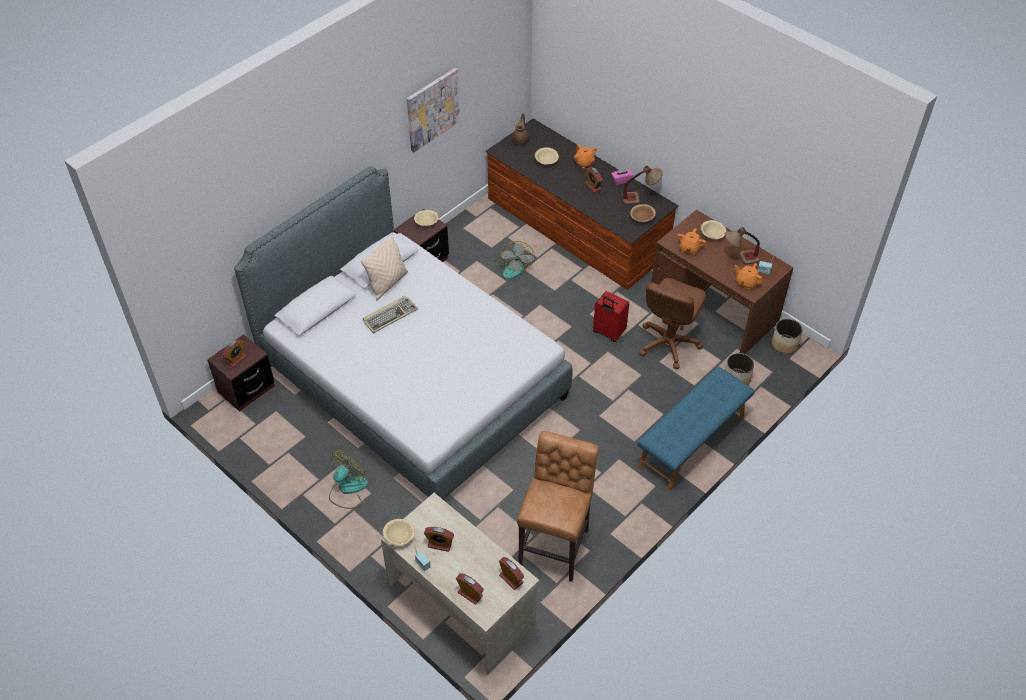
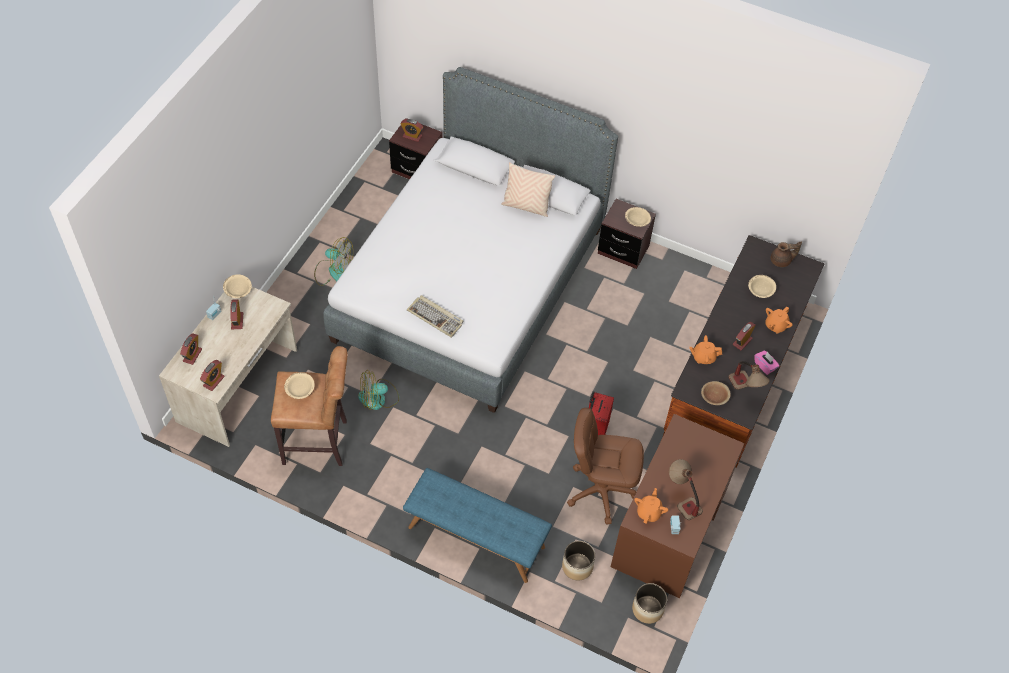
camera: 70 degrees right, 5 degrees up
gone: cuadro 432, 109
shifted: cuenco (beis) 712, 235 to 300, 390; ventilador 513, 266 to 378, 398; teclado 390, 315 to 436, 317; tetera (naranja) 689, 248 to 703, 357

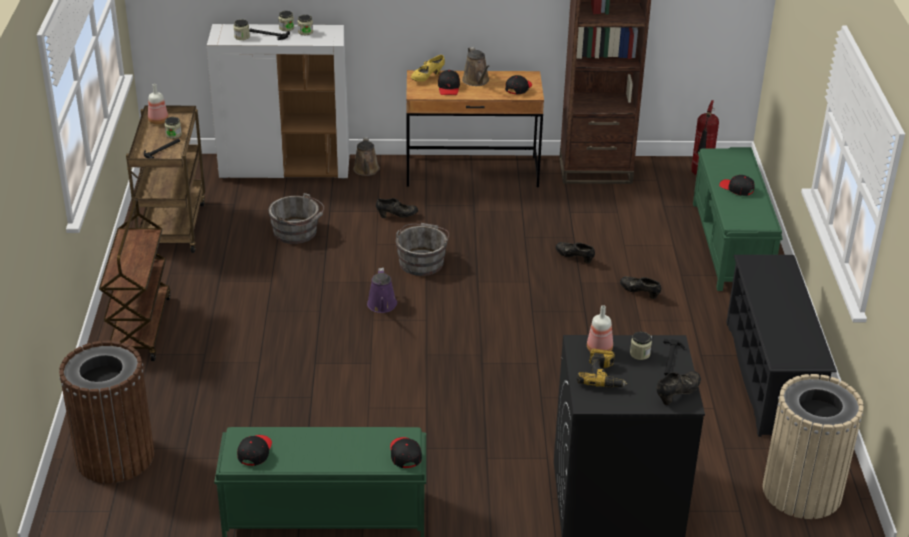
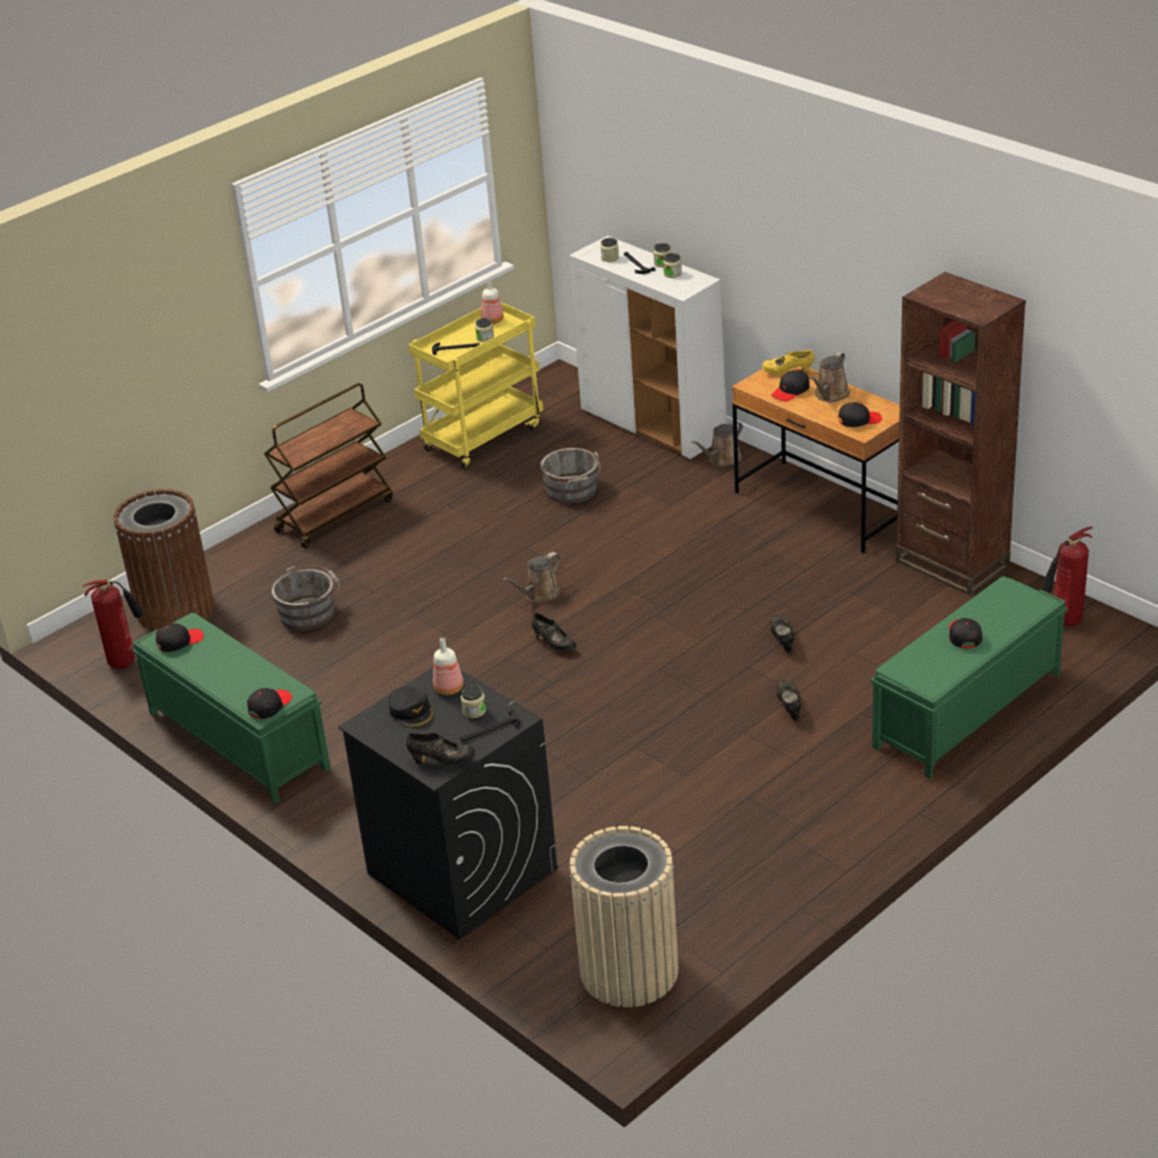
camera: 50 degrees right, 0 degrees up
gone: zapatero (negro) 770, 376
new: extintor 125, 662
shifted: cubo (gris) 422, 261 to 310, 613; zapato (negro) 397, 216 to 554, 644
swapped: taladro 603, 376 to gorra (negro) 412, 711
repainted: carrito (marrón) 172, 226 to carrito (amarillo) 483, 437; regadera (morado) 382, 306 to regadera (marrón) 539, 594

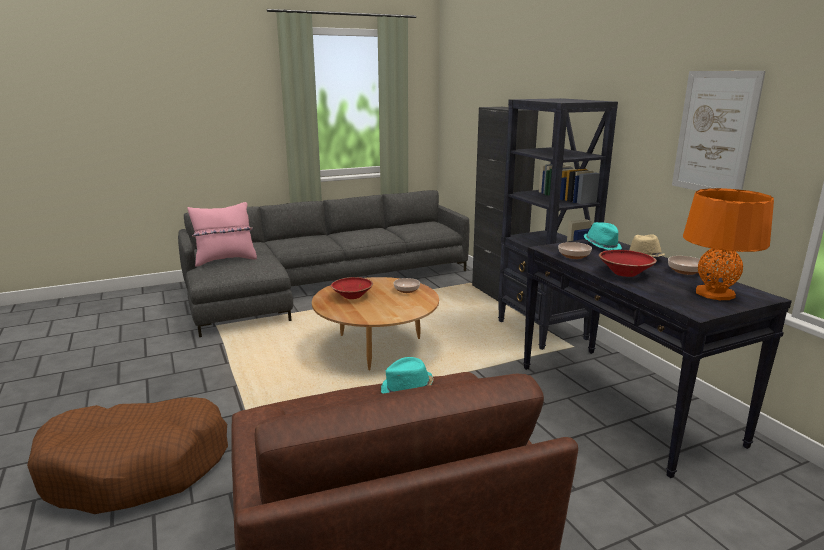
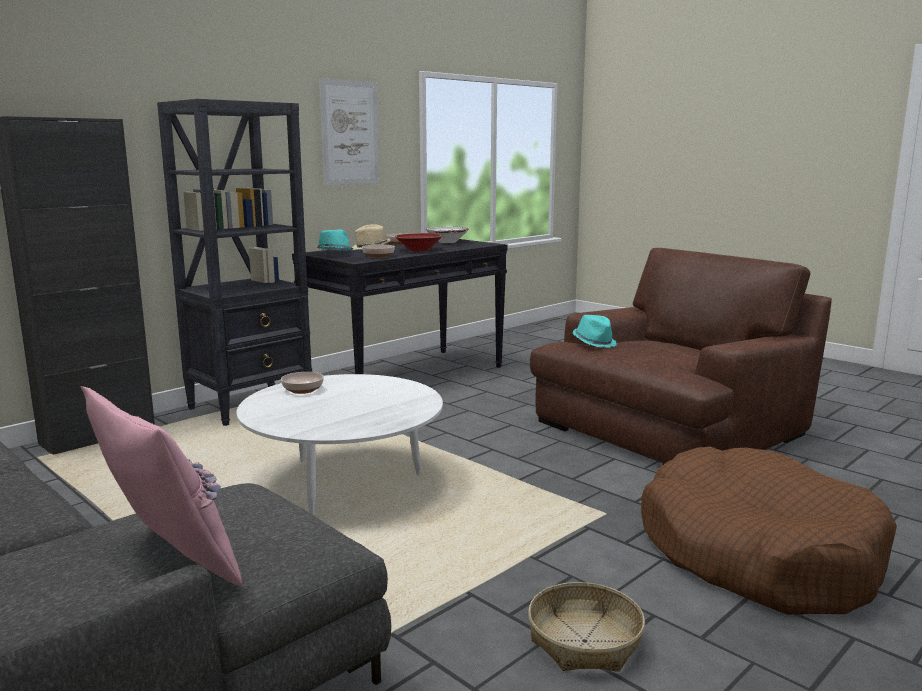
camera: 110 degrees left, 5 degrees down
gone: cuenco (rojo) 352, 296
new: cesta 585, 641
swapped: lámpara de mesa (naranja) 715, 293 to cuenco (blanco) 447, 242
repainted: mesa de centro (marrón) 377, 348 to mesa de centro (blanco) 344, 484

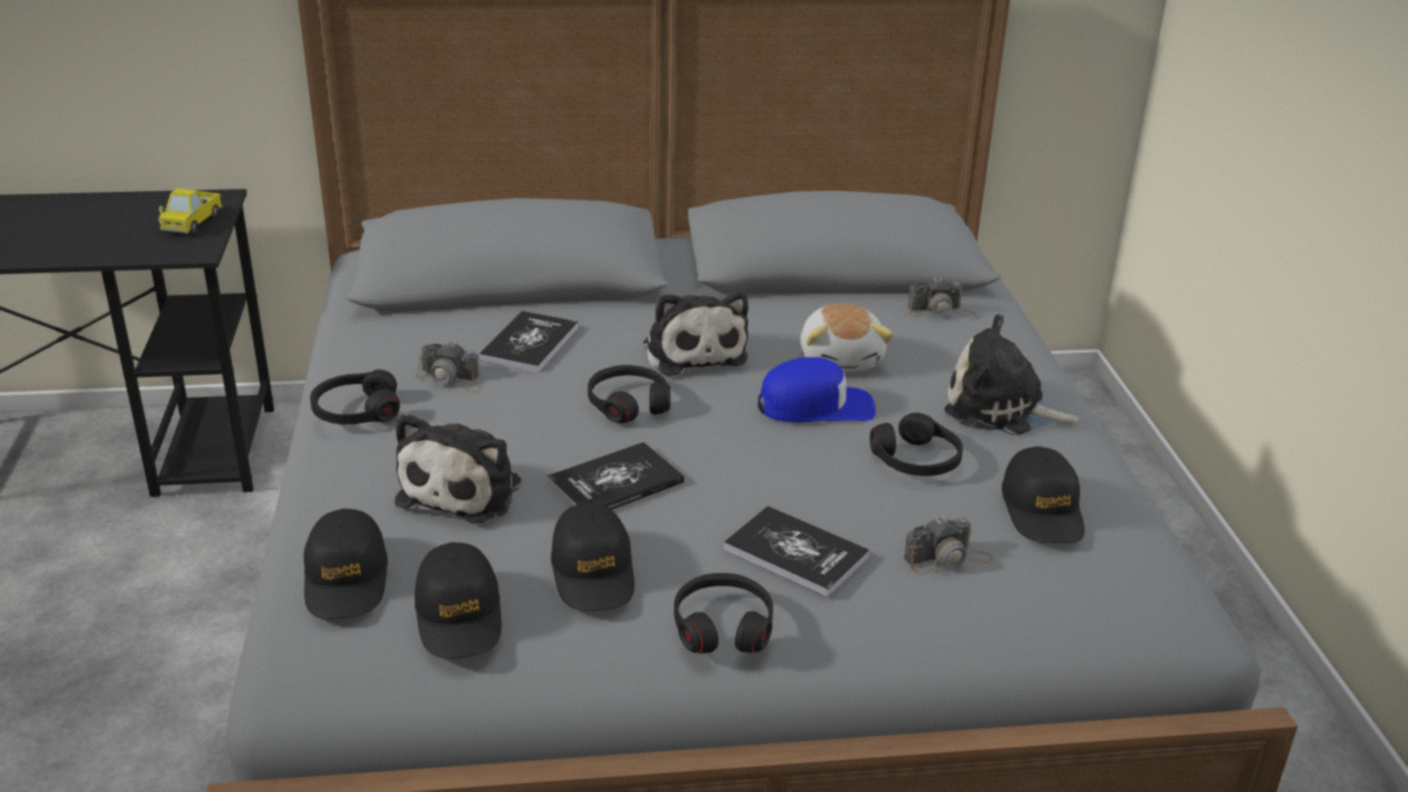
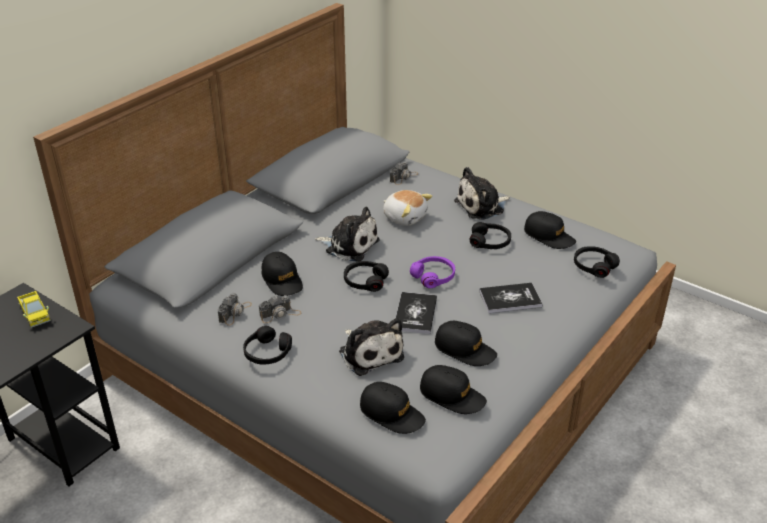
camera: 45 degrees left, 5 degrees up
gone: gorra (azul) 816, 406
new: auriculares (morado) 433, 276
shifted: cámara 948, 558 to 235, 312; auriculares (negro) 723, 626 to 594, 266
swapped: libro 529, 344 to gorra (negro) 282, 280

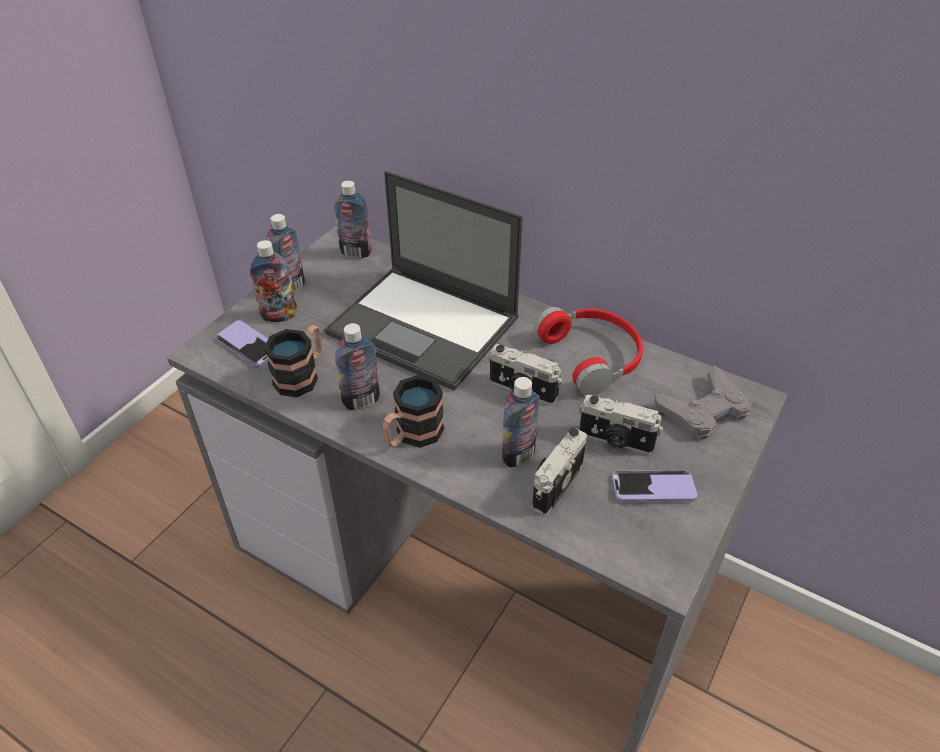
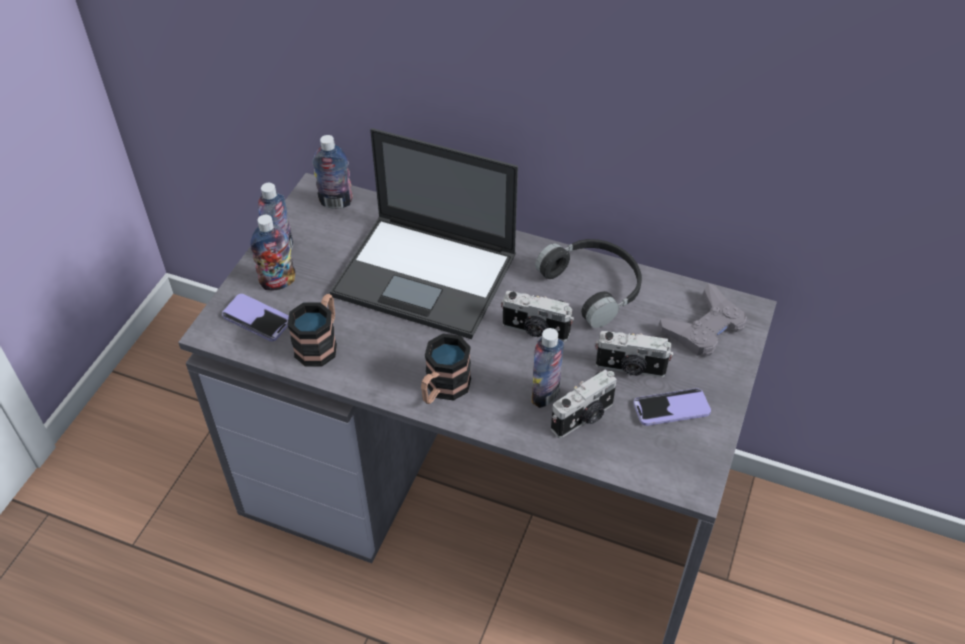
camera: 10 degrees left, 5 degrees up
gone: botella 361, 400
repainted: auriculares (rojo) 593, 356 to auriculares (negro) 594, 286
rotated: cámara 555, 484 = 584, 417 150 degrees counterclockwise

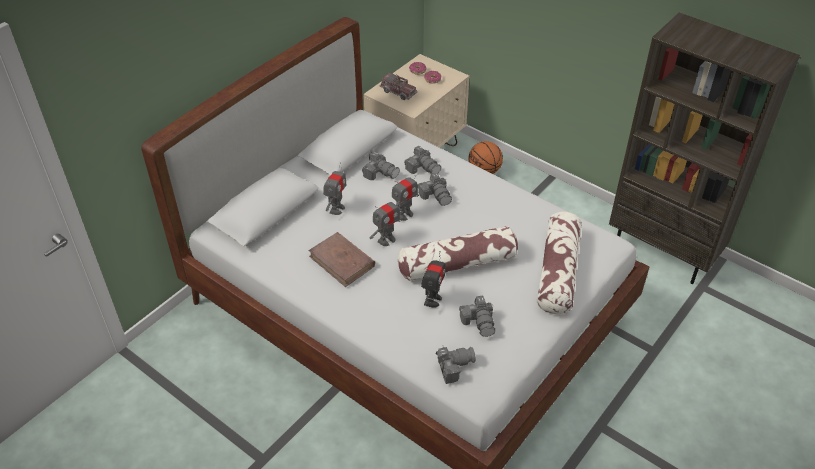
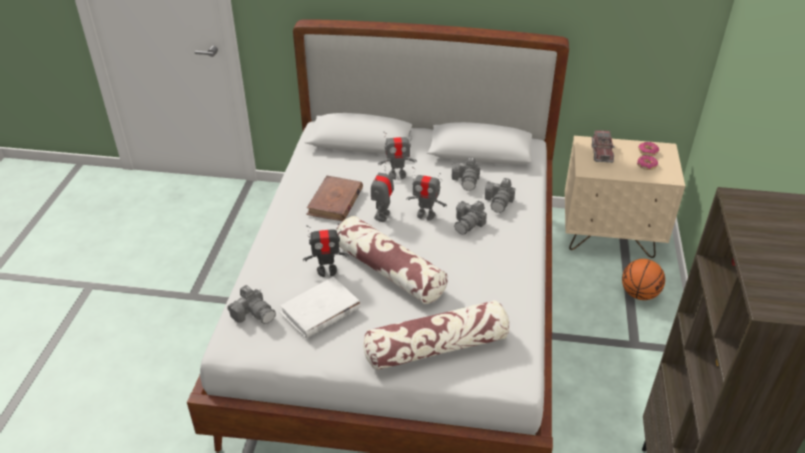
camera: 60 degrees right, 5 degrees down
swapped: cámara 479, 322 to libro (blanco) 320, 311
rotated: robot de juguete 386, 240 = 382, 216 90 degrees clockwise

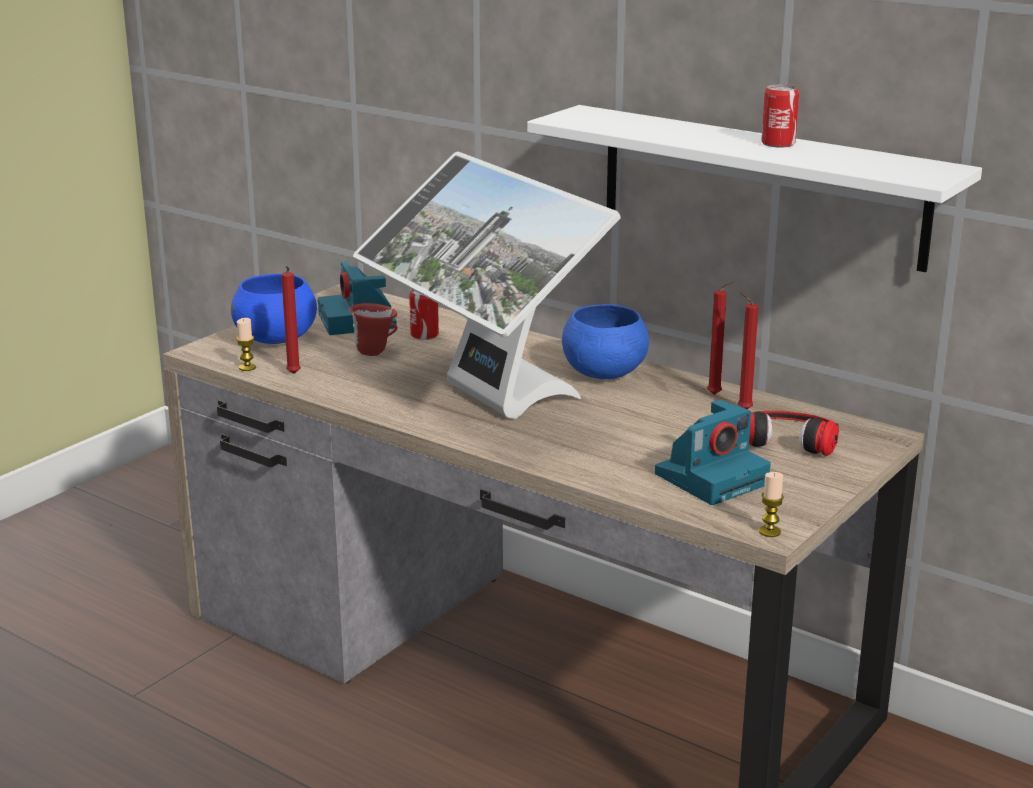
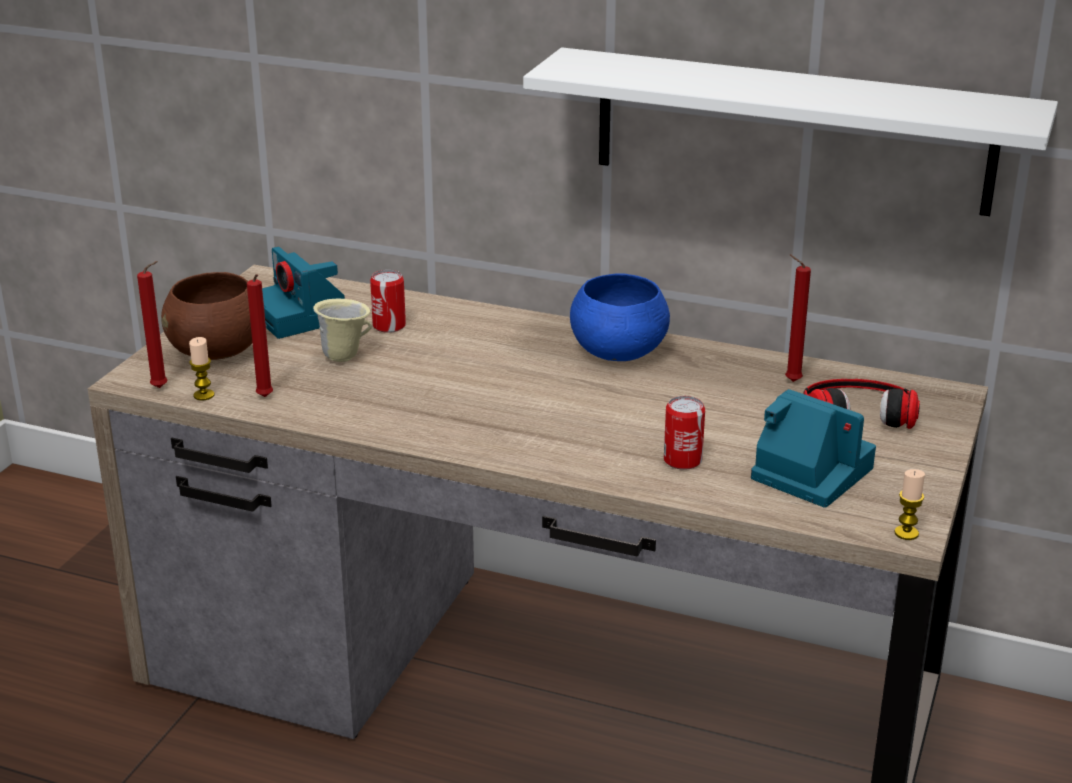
camera: 15 degrees left, 5 degrees up
gone: monitor 486, 400
shifted: vela (rojo) 716, 395 to 162, 388; lata 778, 143 to 682, 460
repainted: cuenco (azul) 276, 339 to cuenco (marrón) 218, 352; taza grande (rojo) 374, 352 to taza grande (beis) 344, 356
rotated: cámara 712, 477 = 808, 472 90 degrees counterclockwise

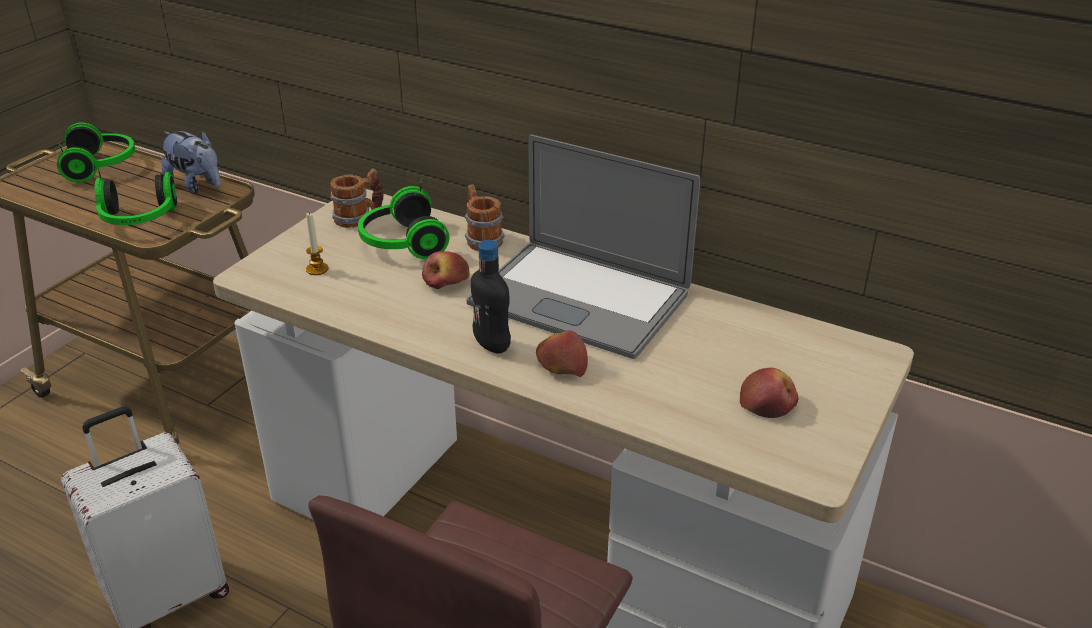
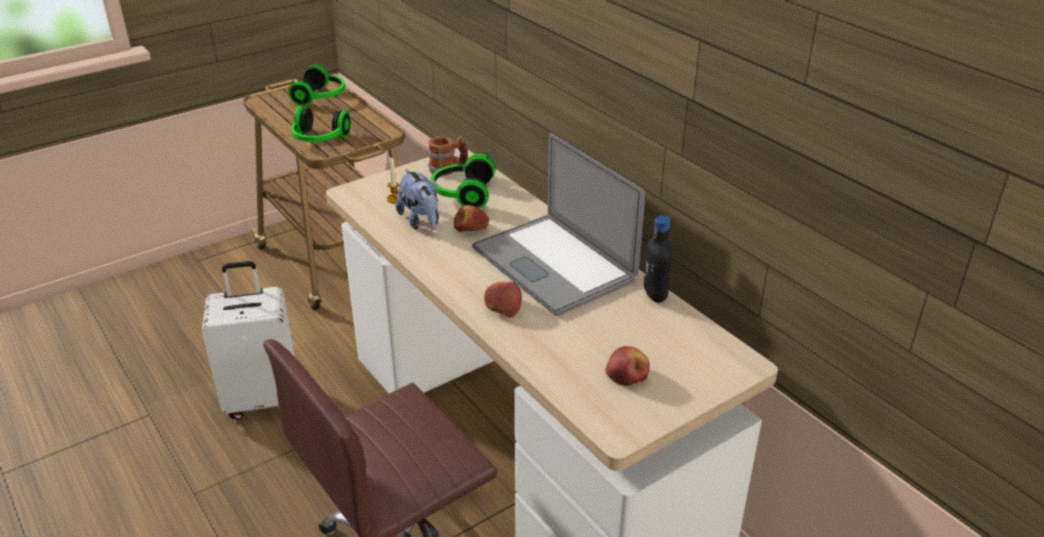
camera: 25 degrees right, 0 degrees up
gone: taza grande 481, 238
shifted: peluche 197, 185 to 421, 221; botella (negro) 492, 345 to 655, 295

